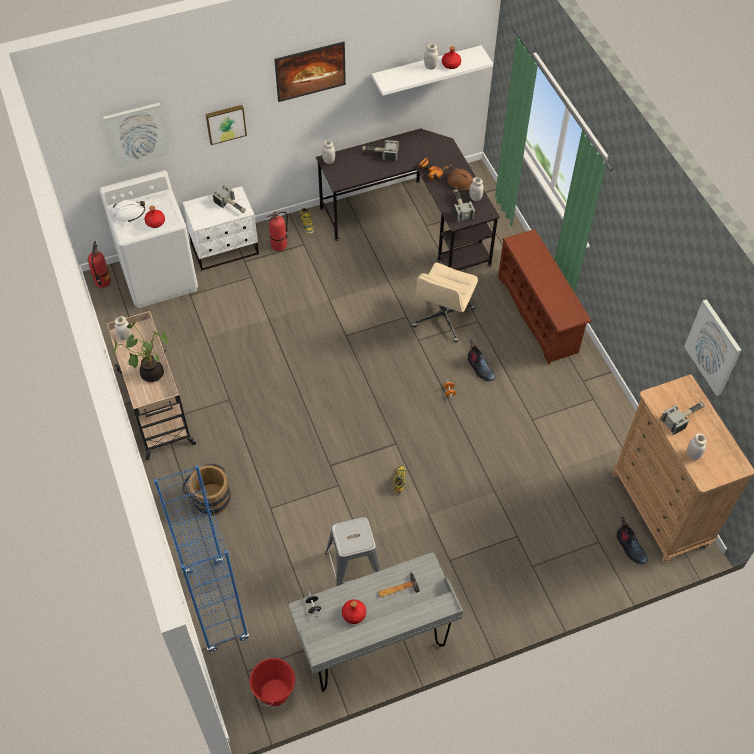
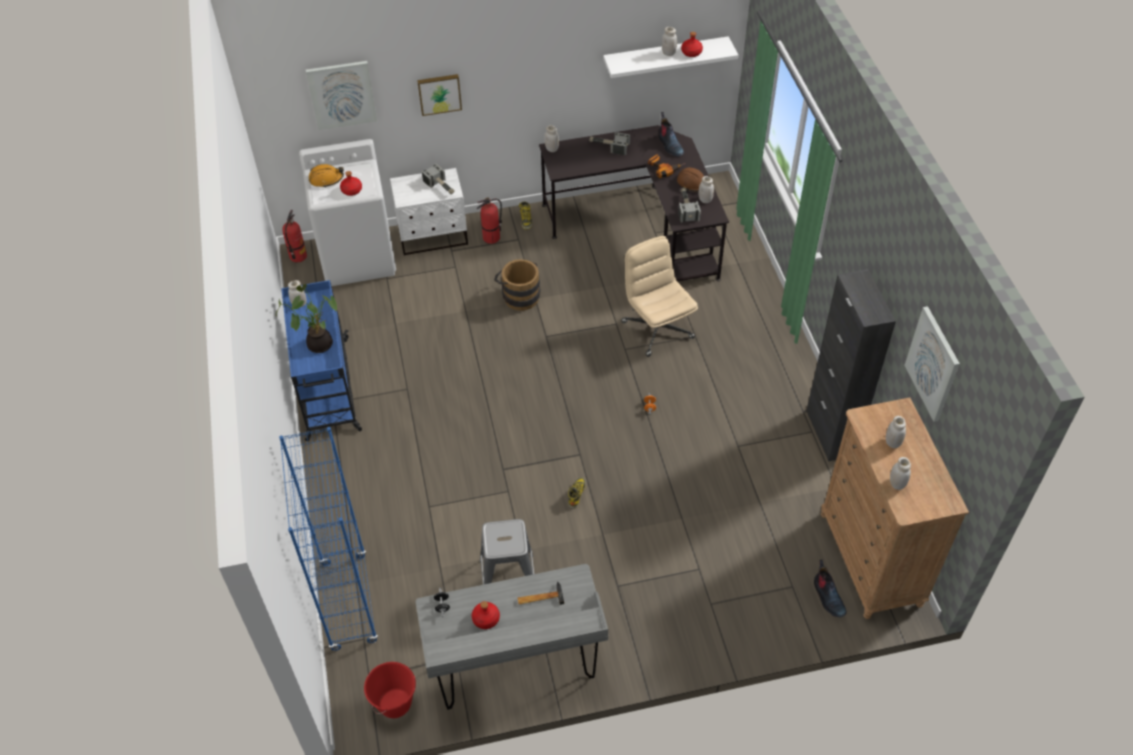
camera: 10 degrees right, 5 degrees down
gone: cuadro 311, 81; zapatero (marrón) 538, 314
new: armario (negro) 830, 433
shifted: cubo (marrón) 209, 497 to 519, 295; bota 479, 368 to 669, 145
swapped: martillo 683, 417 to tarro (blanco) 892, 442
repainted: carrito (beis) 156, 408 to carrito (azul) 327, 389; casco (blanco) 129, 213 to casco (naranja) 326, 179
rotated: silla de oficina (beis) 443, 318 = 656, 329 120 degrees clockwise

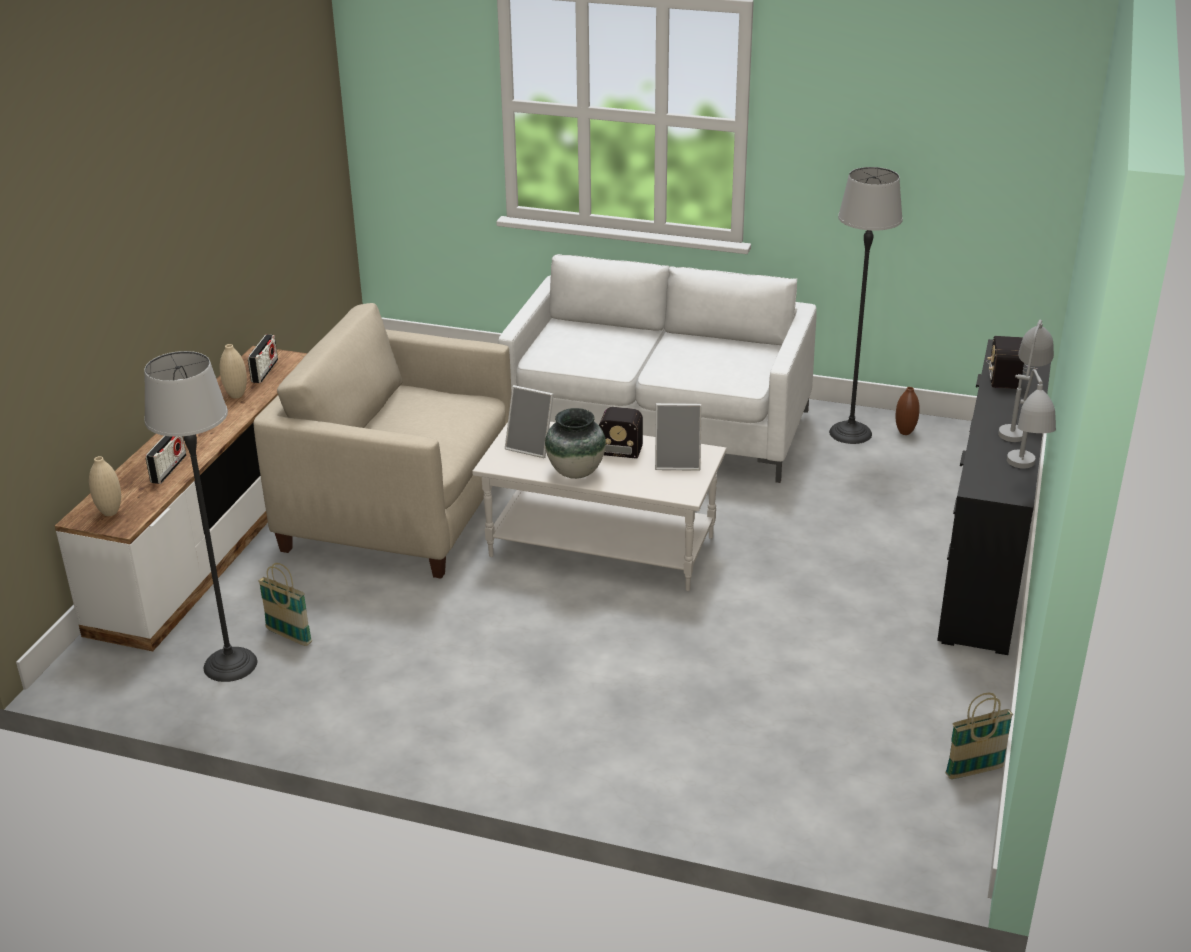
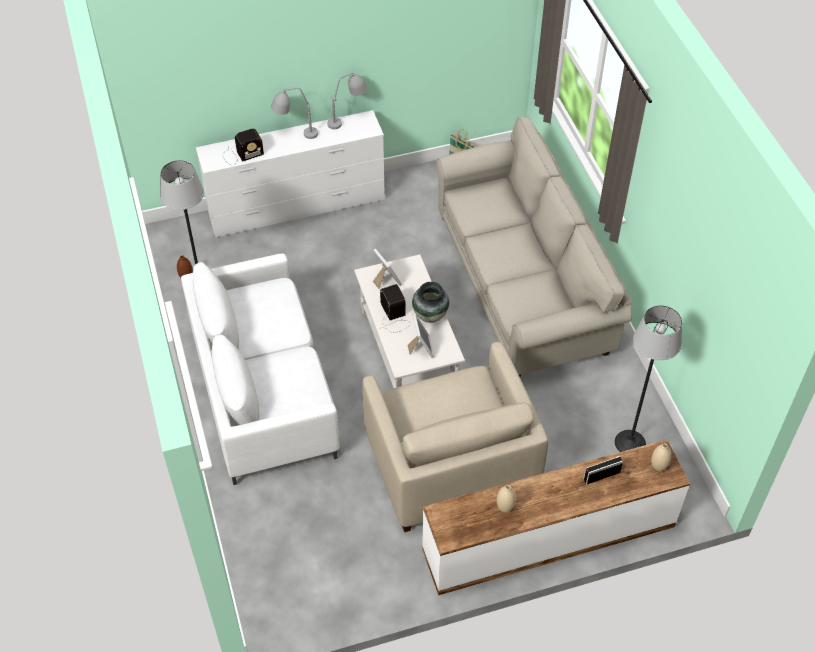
camera: 125 degrees left, 20 degrees up
gone: radio 264, 371; cesta 289, 636
new: sofá (beis) 522, 285
repainted: cómoda (negro) 986, 555 to cómoda (blanco) 297, 207

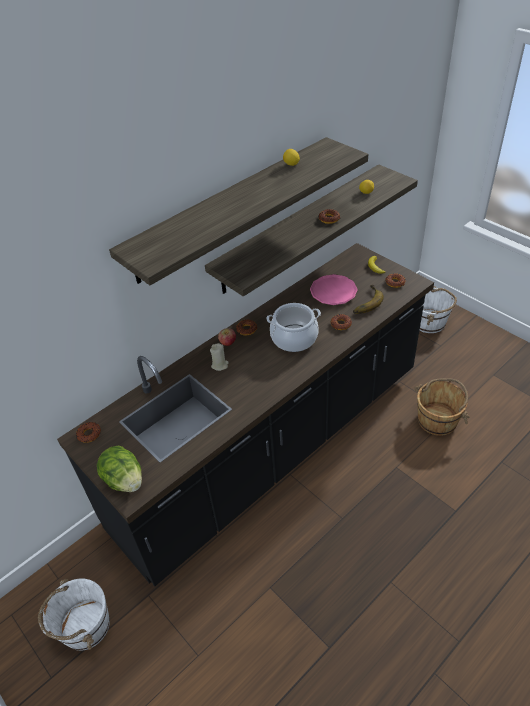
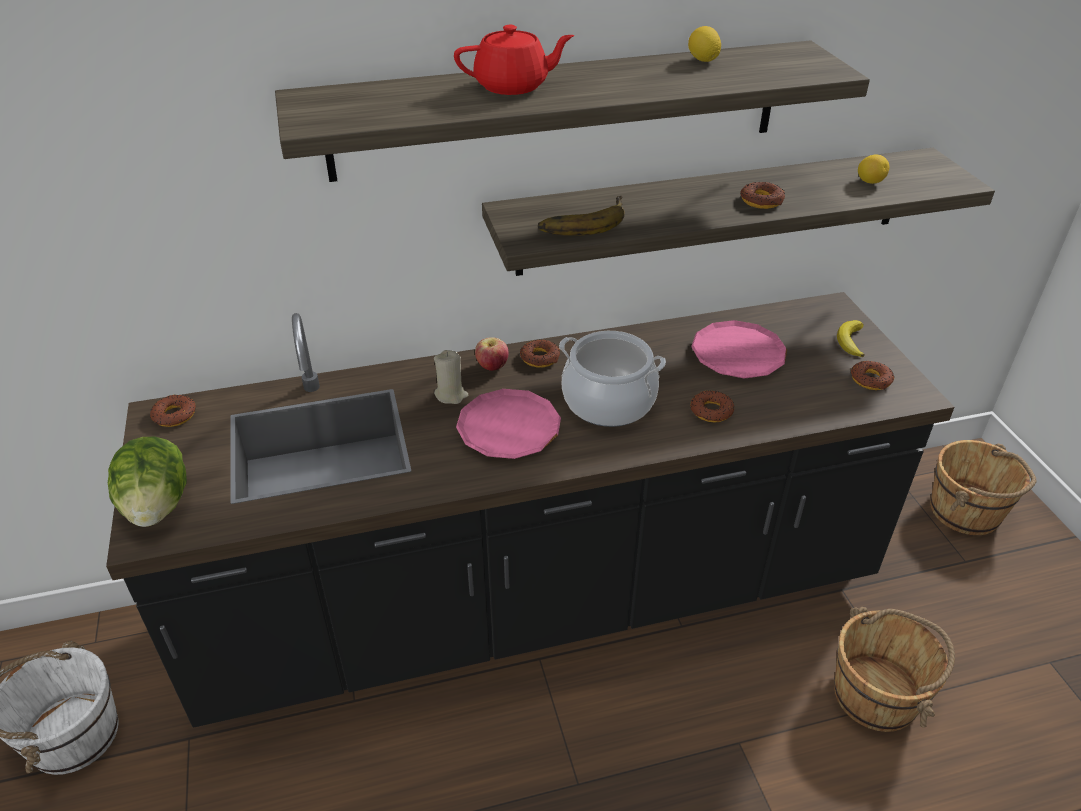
camera: 25 degrees right, 5 degrees down
new: tetera (rojo) 513, 86; plato (rosa) 509, 429
shifted: plátano 365, 302 to 581, 221
repainted: cubo (blanco) 429, 322 to cubo (marrón) 966, 511

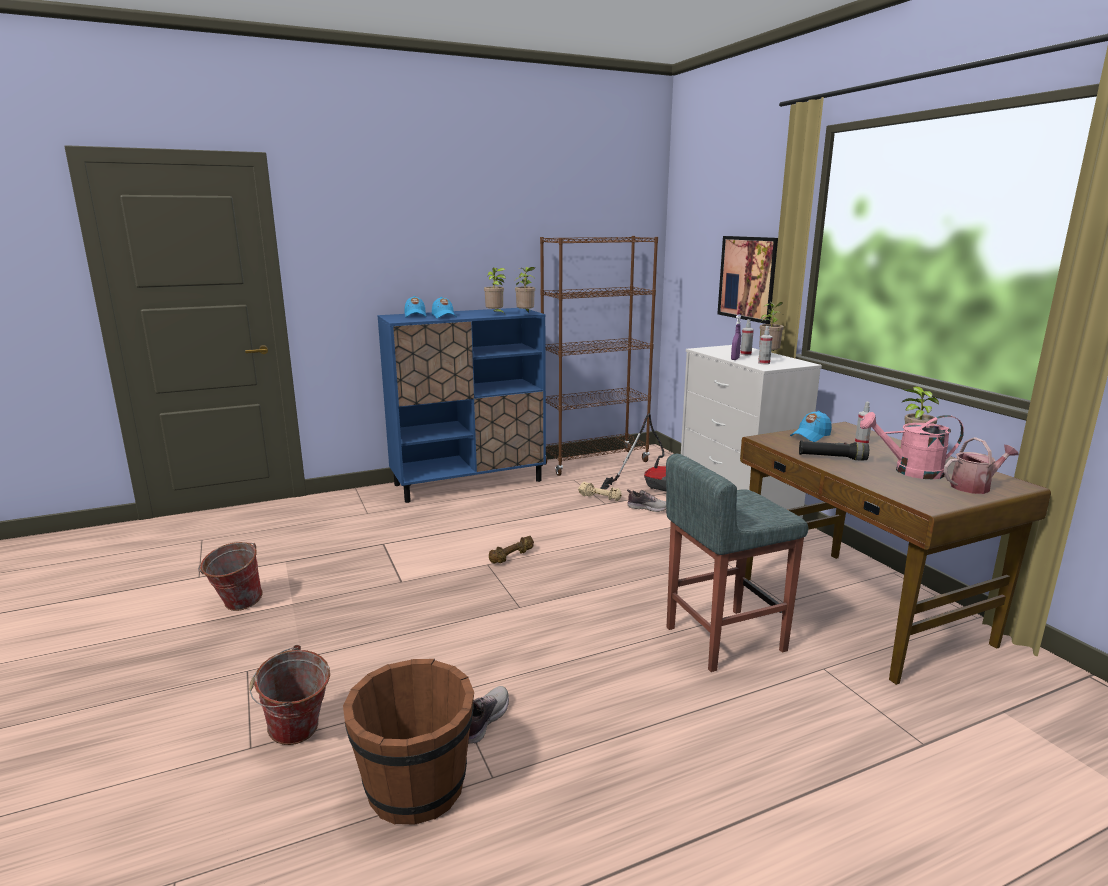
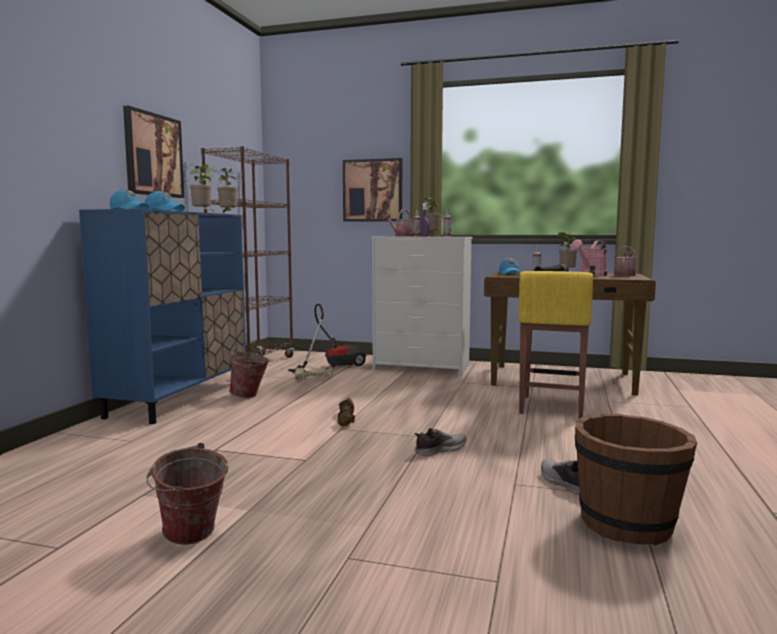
camera: 50 degrees left, 10 degrees down
new: cuadro 153, 155; regadera 401, 236
shifted: cubo 297, 736 to 250, 396; zapato 648, 508 to 439, 450
repainted: taburete (gris) 723, 639 to taburete (amarillo) 551, 407

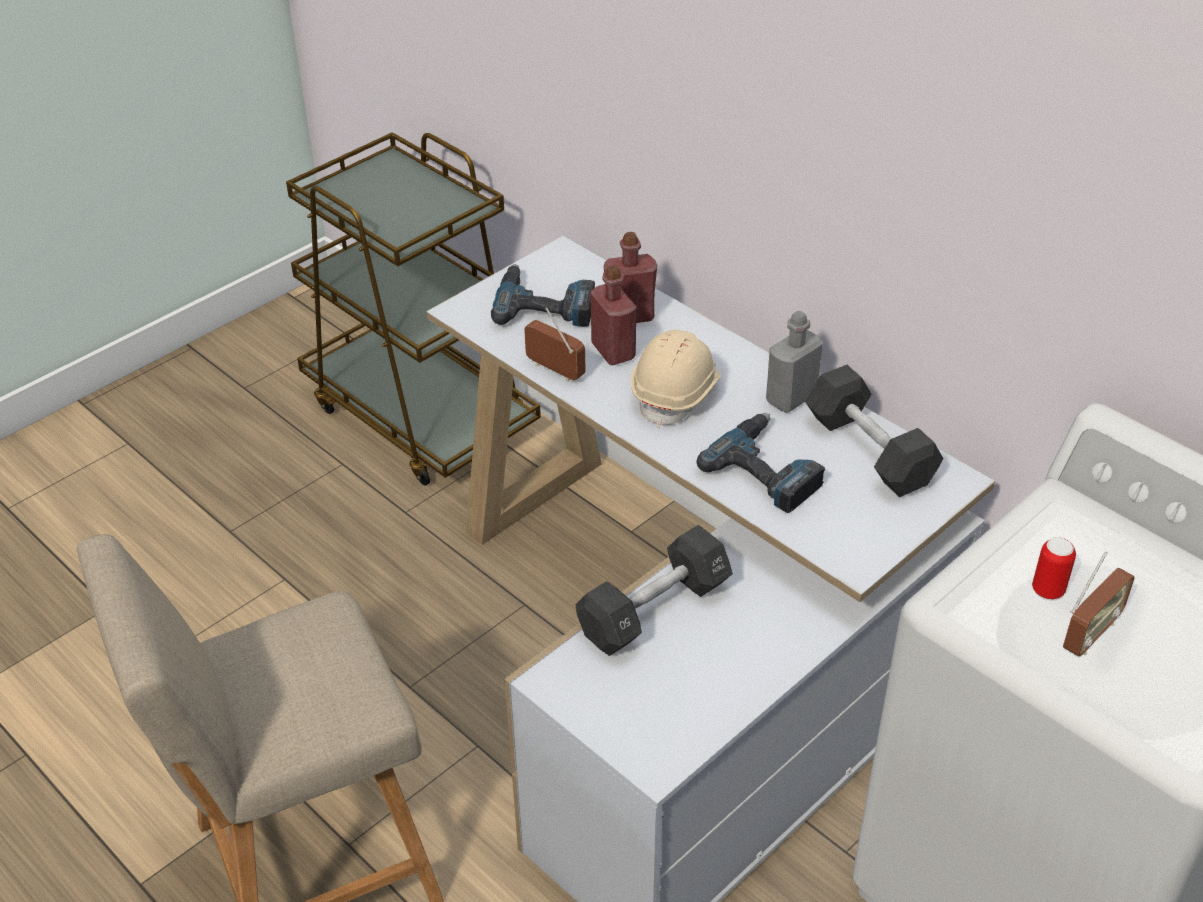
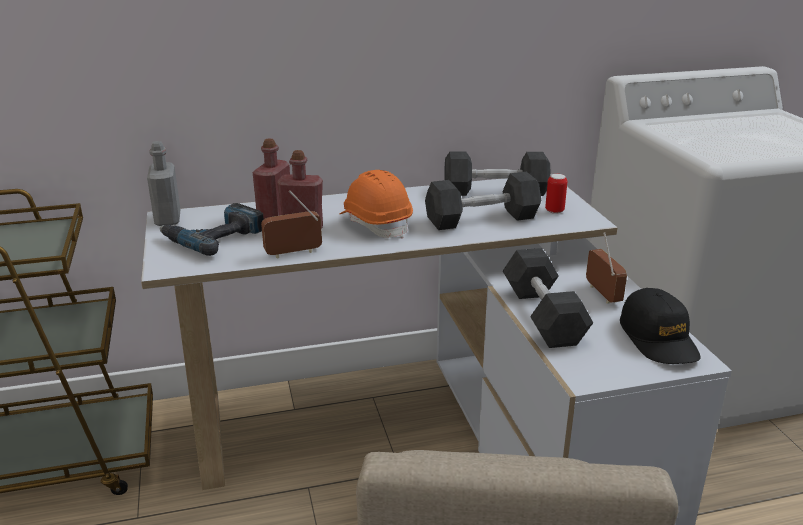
camera: 60 degrees left, 15 degrees down
new: gorra (negro) 658, 339
shifted: botella (gris) 791, 398 to 168, 219; lata 1048, 590 to 554, 211; radio 1090, 634 to 602, 294
swapped: taladro 768, 469 to mancuerna (negro) 482, 219
repainted: casco (beis) 676, 394 to casco (naranja) 376, 224

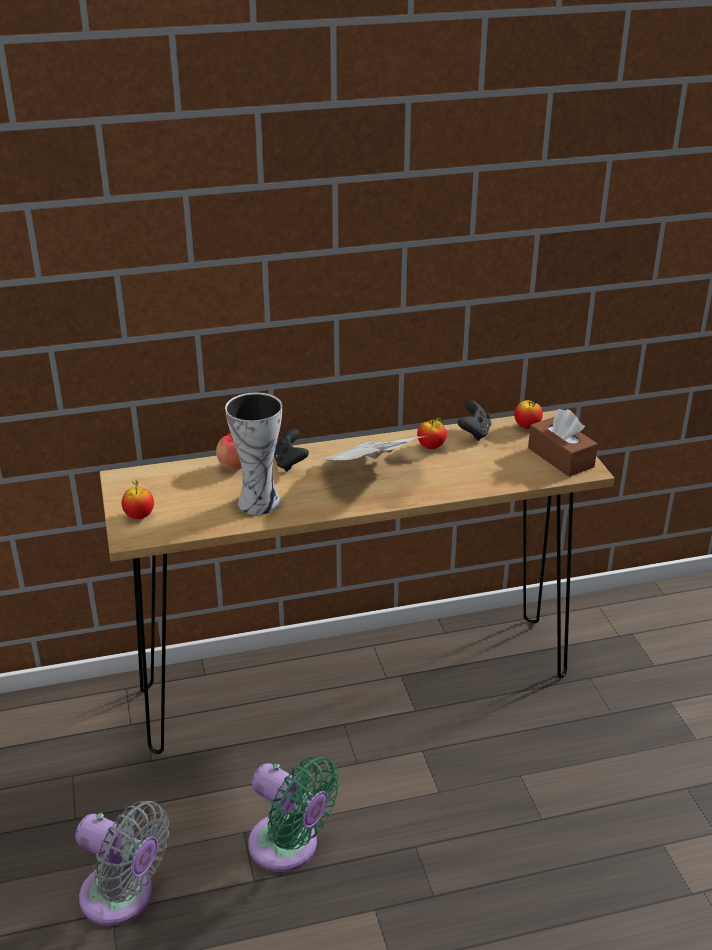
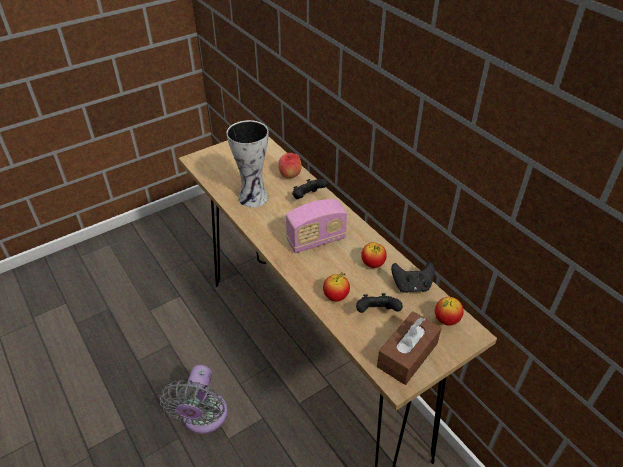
camera: 70 degrees right, 10 degrees up
gone: ventilador (verde) 289, 847
new: mando de consola (negro) 376, 313
shifted: ventilador (gris) 123, 898 to 203, 418; manzana 139, 516 to 336, 296
swapped: periódico 372, 473 to radio 316, 240

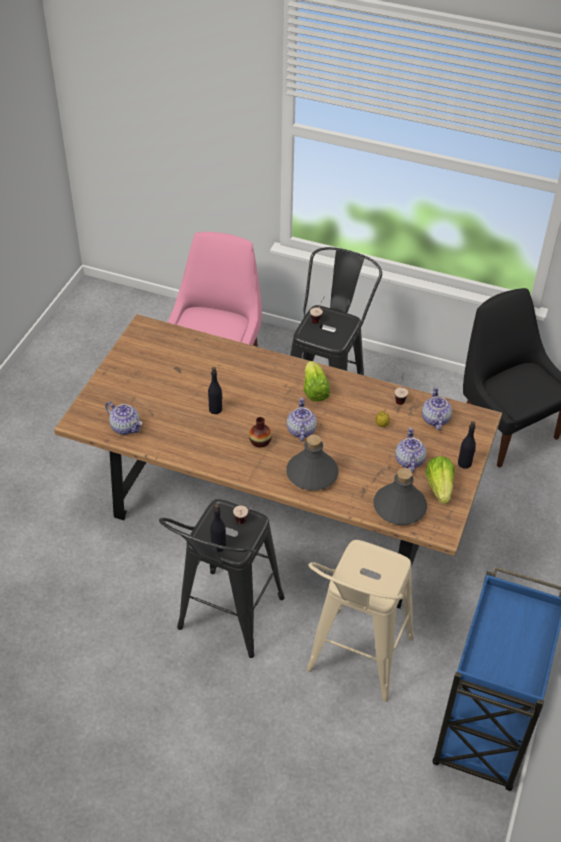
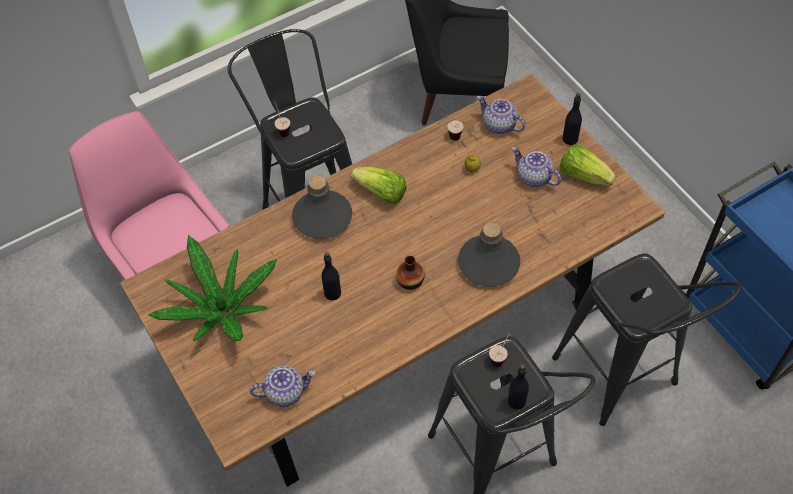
camera: 50 degrees left, 10 degrees up
gone: tetera 300, 430
new: planta en maceta 221, 310
shifted: botella (gris) 400, 507 to 322, 217
repainted: taburete (beis) 355, 663 to taburete (negro) 621, 381

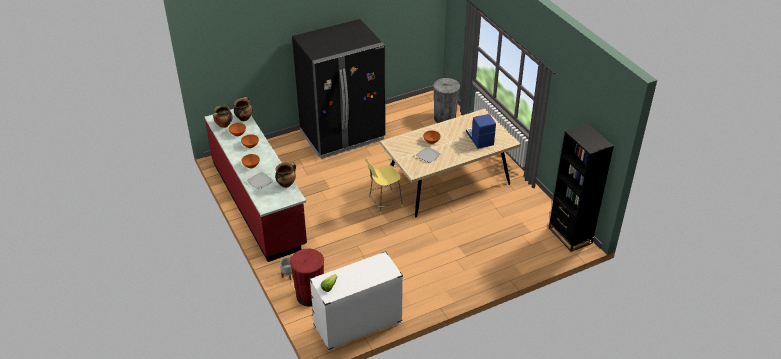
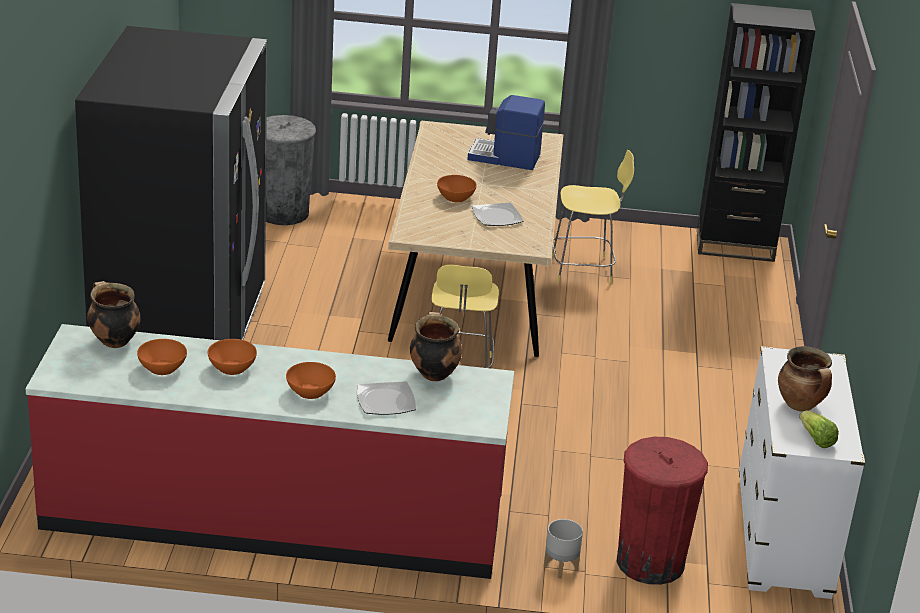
camera: 60 degrees left, 10 degrees down
new: taburete (amarillo) 584, 269
shifted: olla 224, 125 to 801, 405

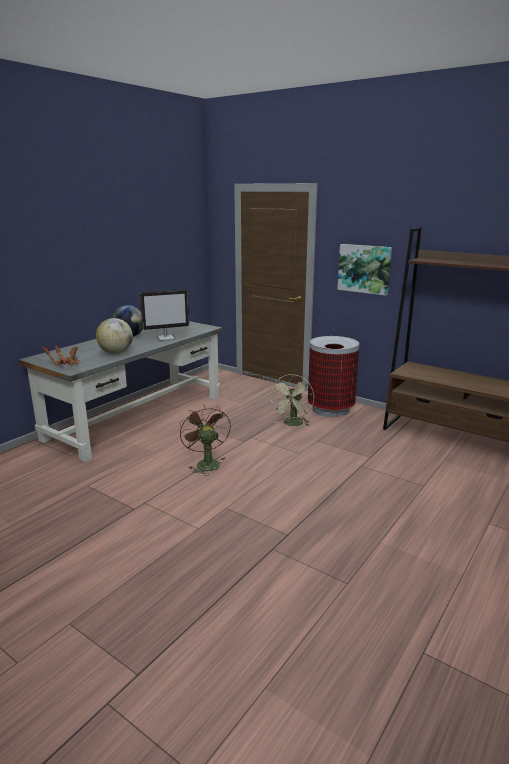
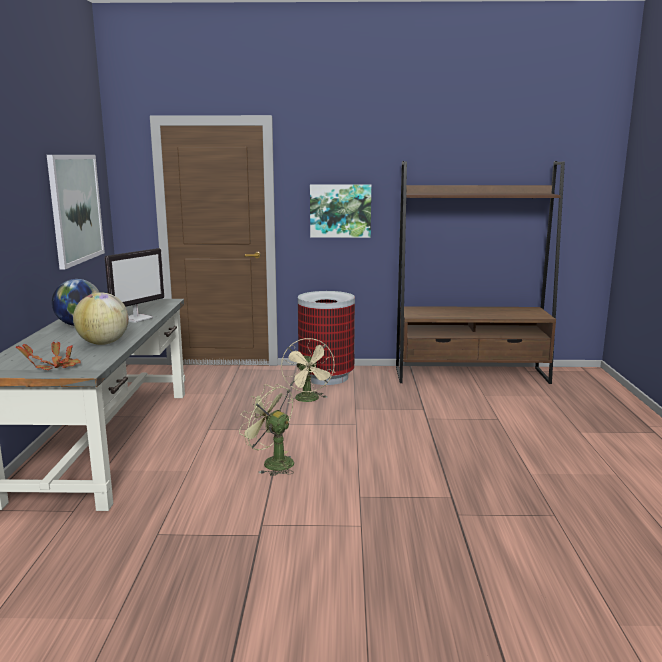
camera: 35 degrees left, 5 degrees down
new: cuadro 75, 208
repainted: ventilador (marrón) 205, 463 to ventilador (verde) 272, 462

